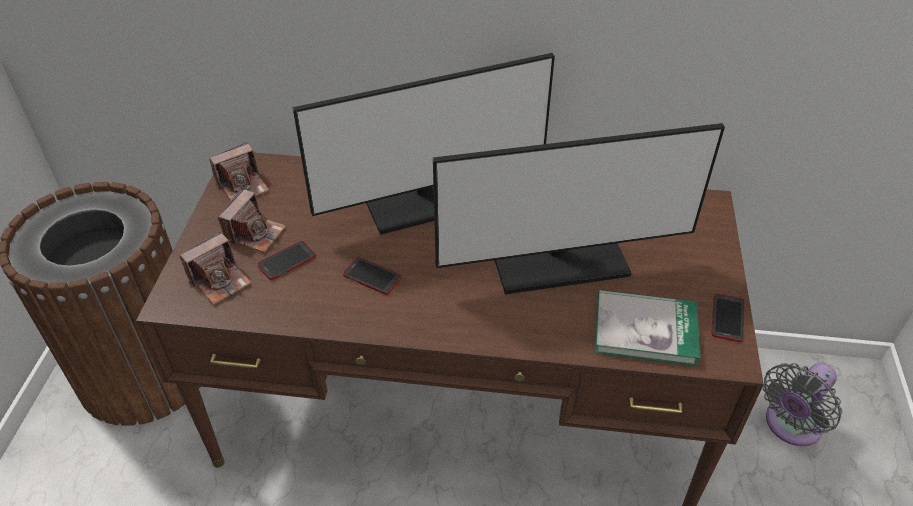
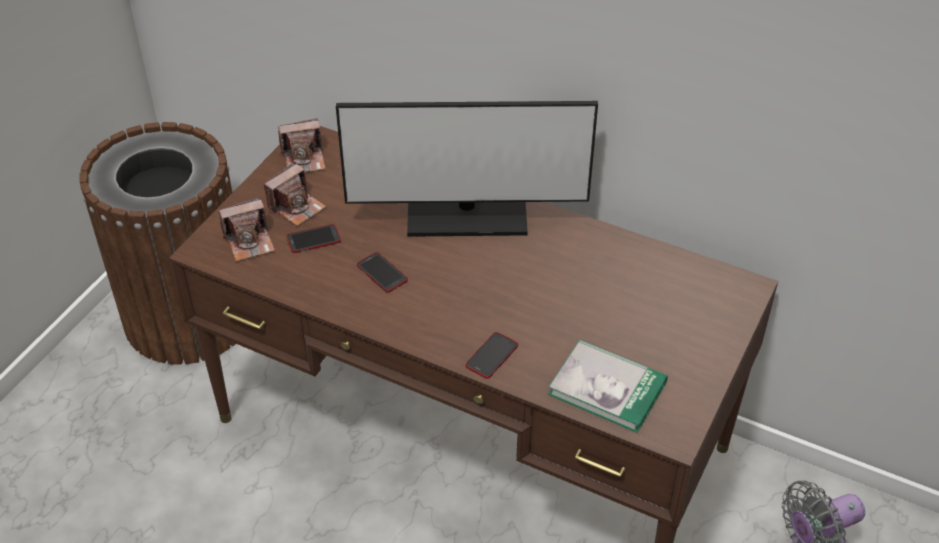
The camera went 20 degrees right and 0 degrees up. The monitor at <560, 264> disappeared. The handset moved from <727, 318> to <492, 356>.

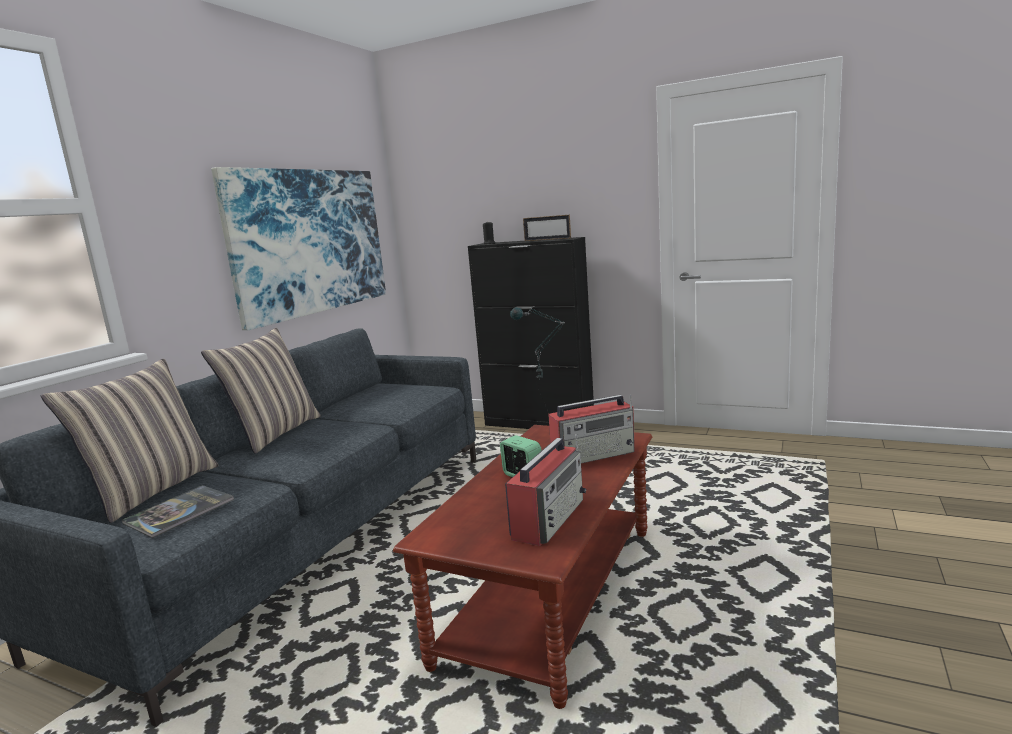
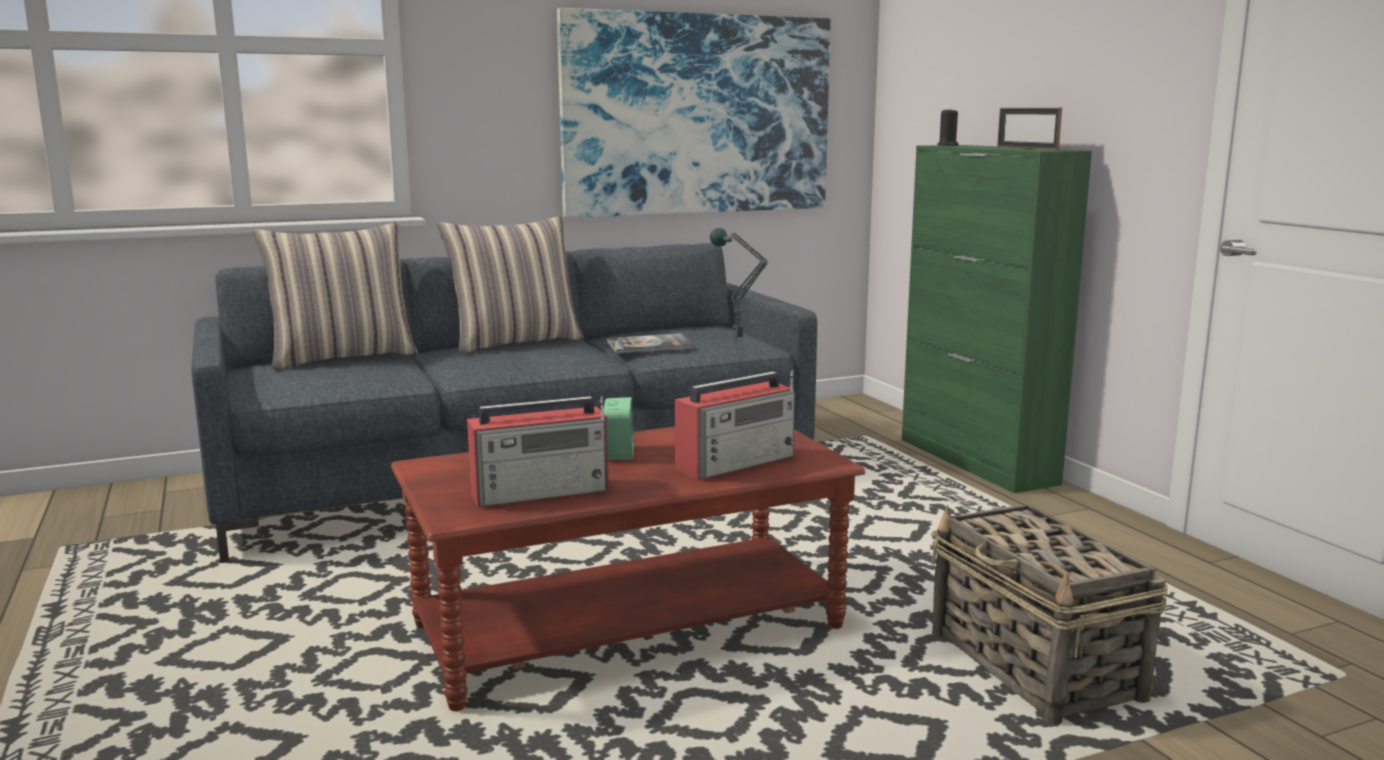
The camera went 40 degrees right and 0 degrees up. The cupboard in black-coloured at <539, 423> became the cupboard in greenish at <977, 461>. The radio receiver at <594, 455> turned 60 degrees counterclockwise. The book moved from <180, 512> to <649, 345>. The basket at <1035, 666> appeared.

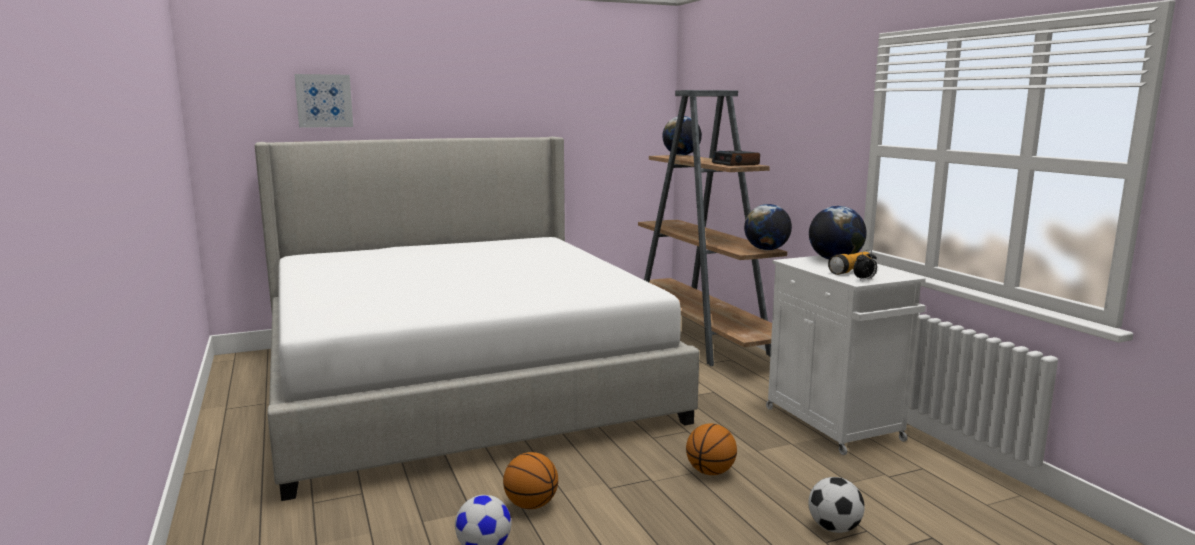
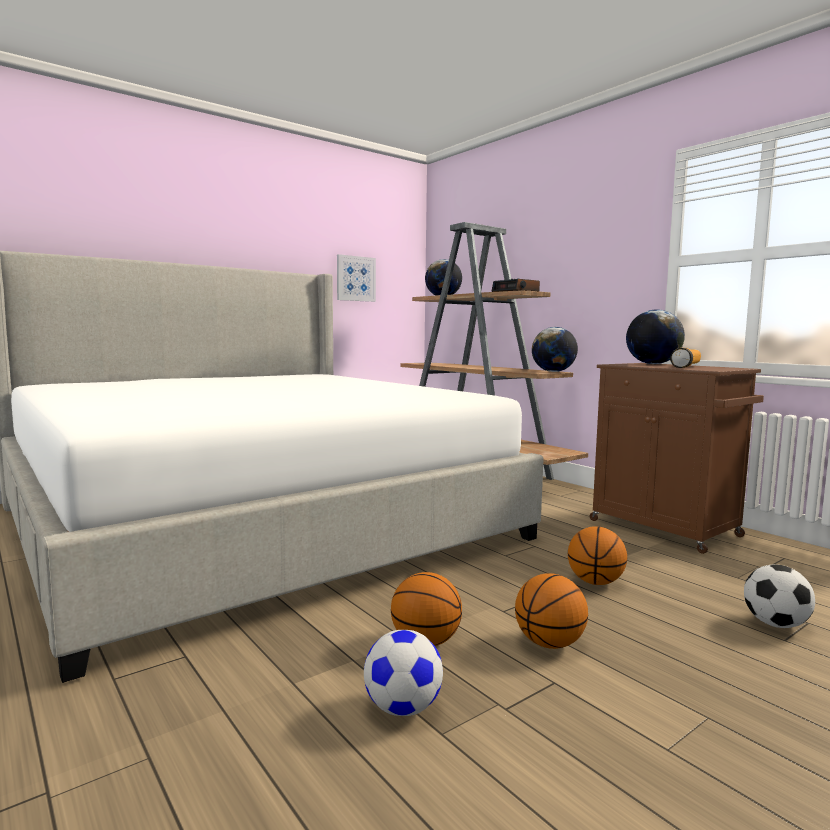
The camera went 15 degrees left and 5 degrees down. The wall picture moved from <324, 101> to <355, 278>. The table clock at <864, 279> disappeared. The cupboard in white-coloured at <835, 425> became the cupboard in brown-coloured at <666, 529>. The ball for basketball at <549, 643> appeared.

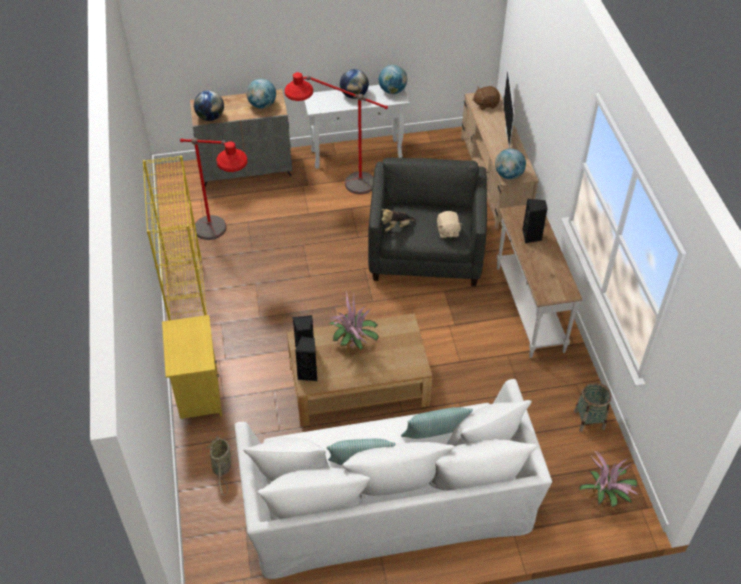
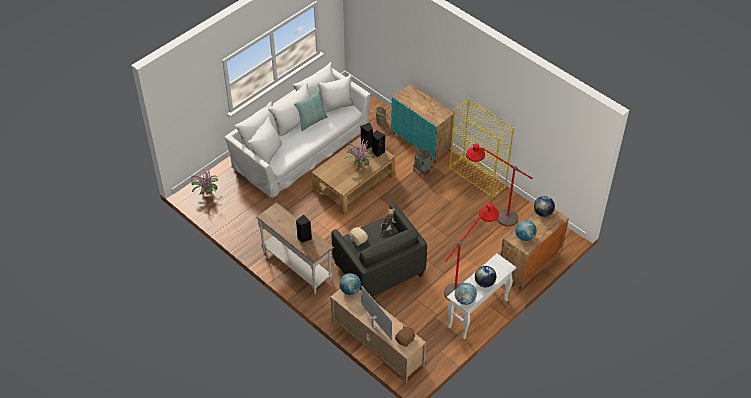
The camera went 145 degrees right and 0 degrees up. The nightstand in yellow at <198, 393> was replaced by the cupboard in turquoise-coloured at <421, 142>. The basket moved from <589, 420> to <422, 171>. The throw pillow at <434, 439> disappeared.

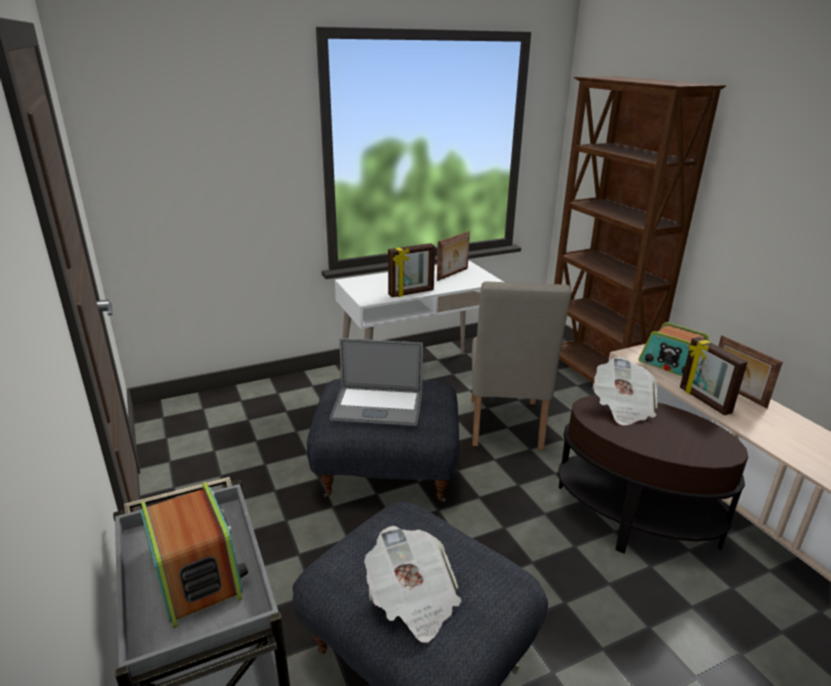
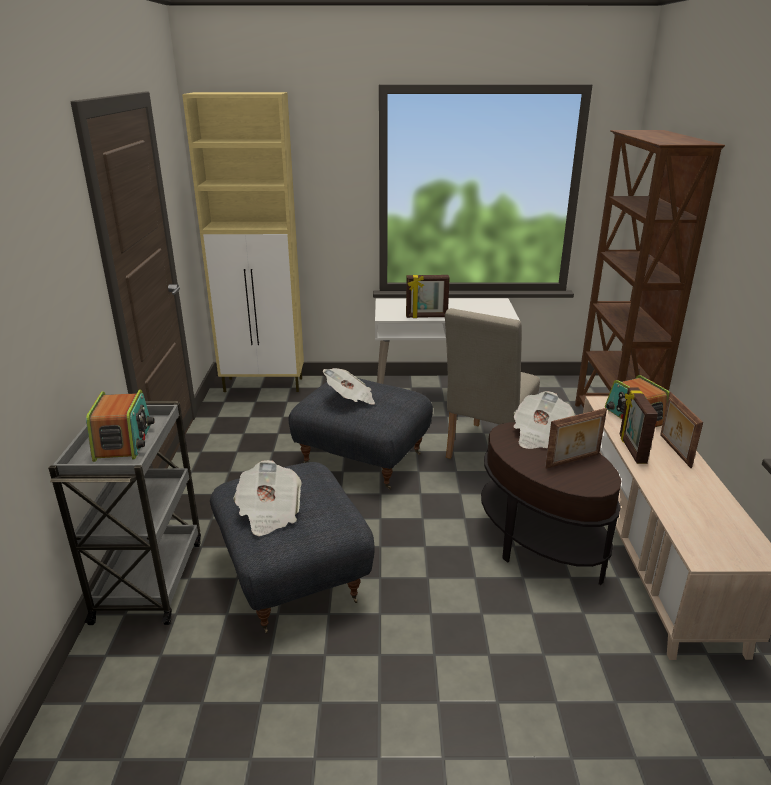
The camera went 25 degrees right and 0 degrees up. The photo frame moved from <453, 274> to <573, 461>. The notebook computer at <377, 406> was replaced by the daily paper at <350, 399>. The cupboard in beige-coloured at <264, 385> appeared.

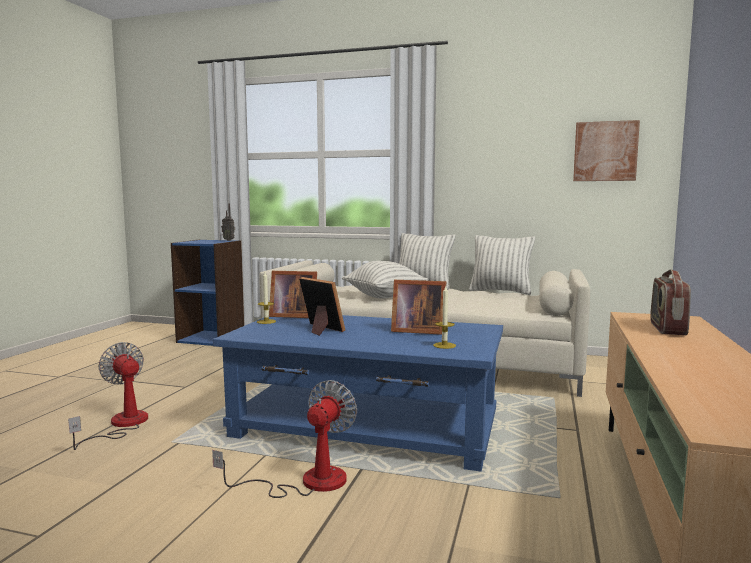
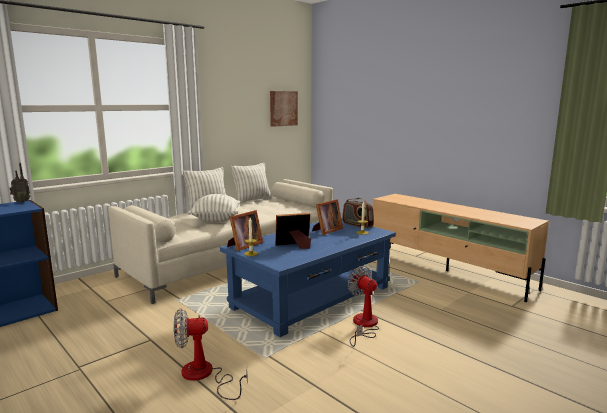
The camera went 60 degrees left and 5 degrees up. The radio receiver moved from <667, 329> to <357, 225>.

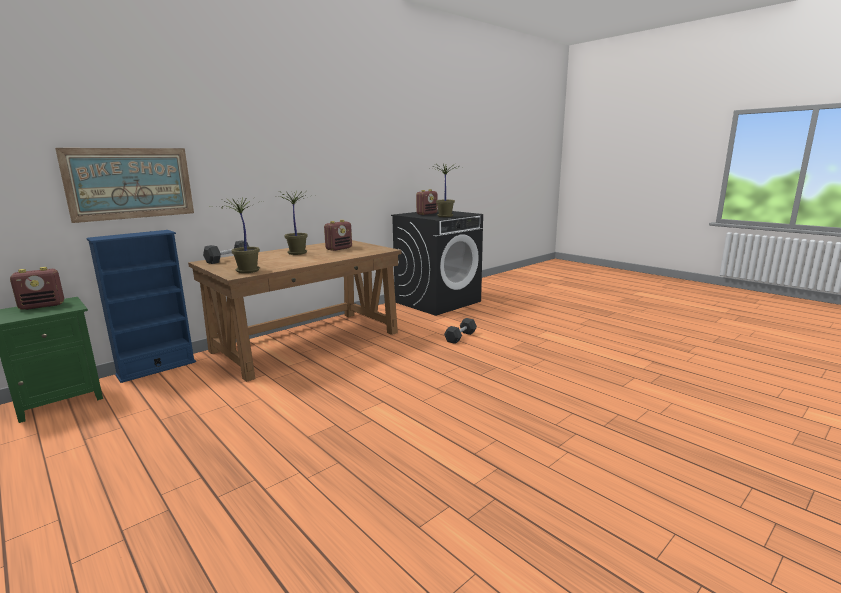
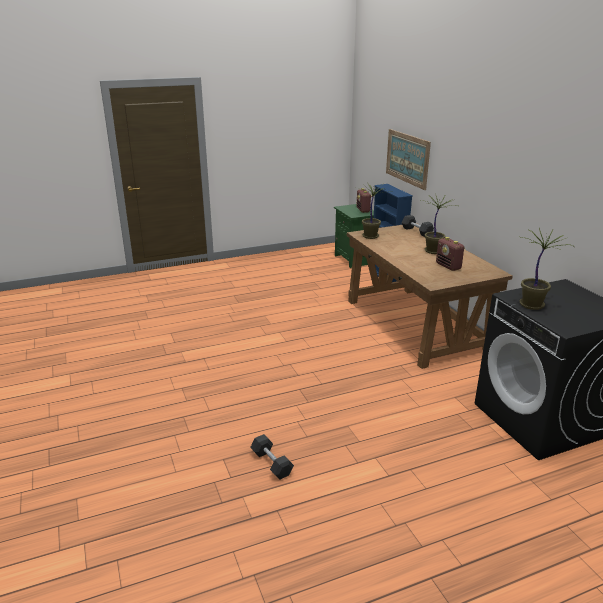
The camera went 110 degrees right and 10 degrees up. The radio receiver at <427, 214> disappeared. The hand weight in black-coloured moved from <460, 337> to <271, 463>.

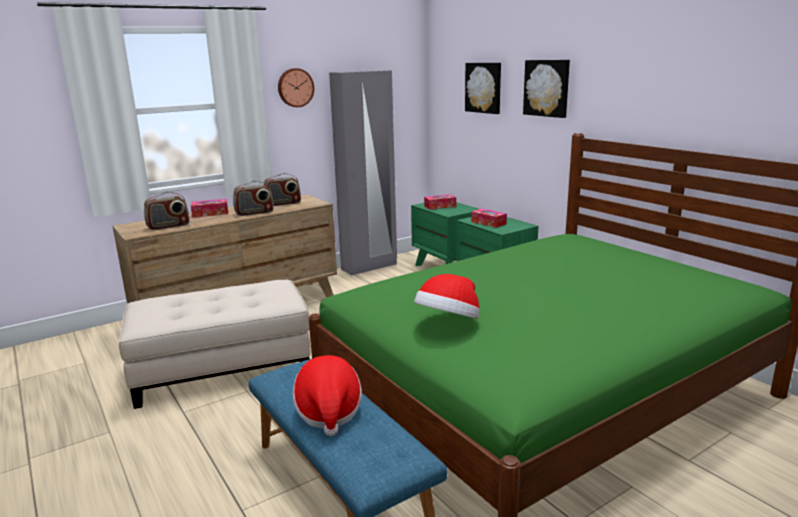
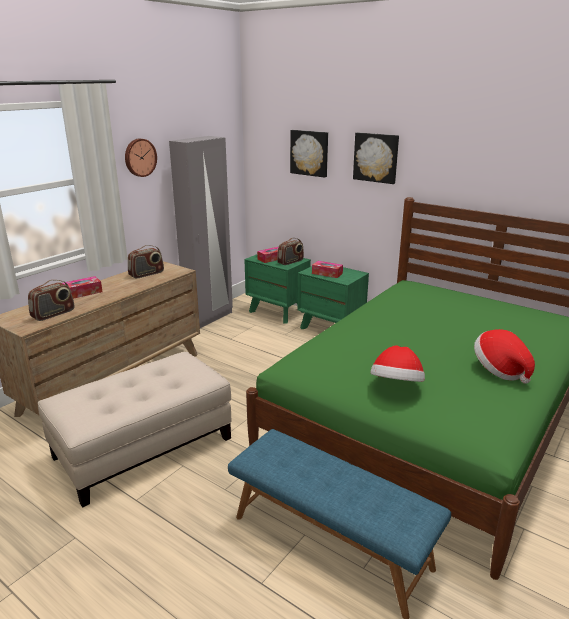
The camera went 20 degrees left and 5 degrees up. The radio receiver moved from <254, 213> to <290, 262>. The clothing hat moved from <328, 412> to <499, 370>.

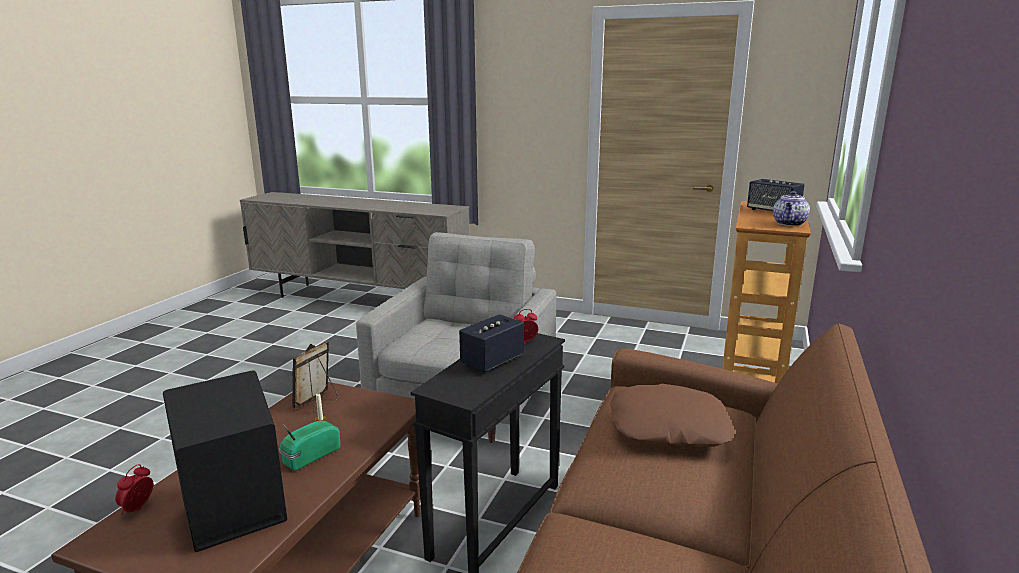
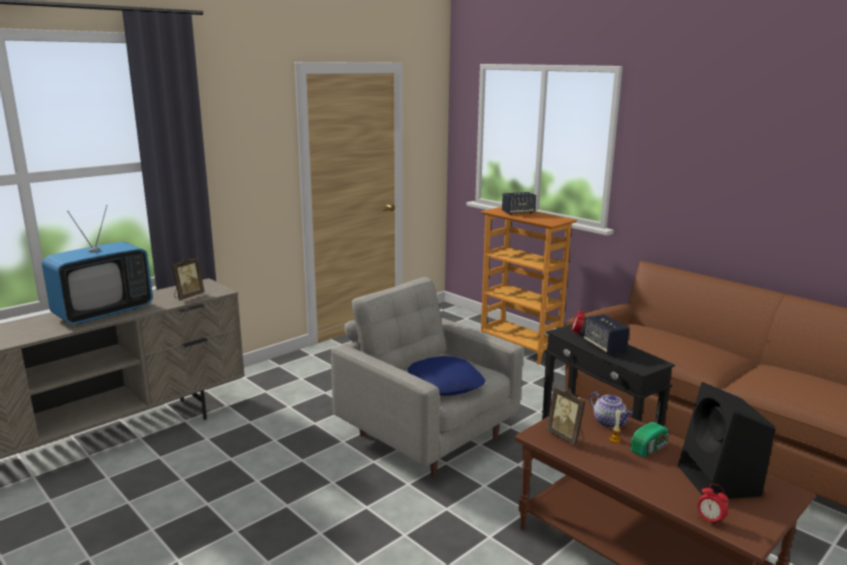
The camera went 65 degrees left and 0 degrees up. The tea pot moved from <789, 224> to <609, 422>. The throw pillow in brown-coloured at <668, 427> disappeared. The radio receiver at <309, 456> turned 105 degrees counterclockwise. The TV at <103, 312> appeared. The photo frame at <188, 296> appeared. The throw pillow in blue at <446, 383> appeared.

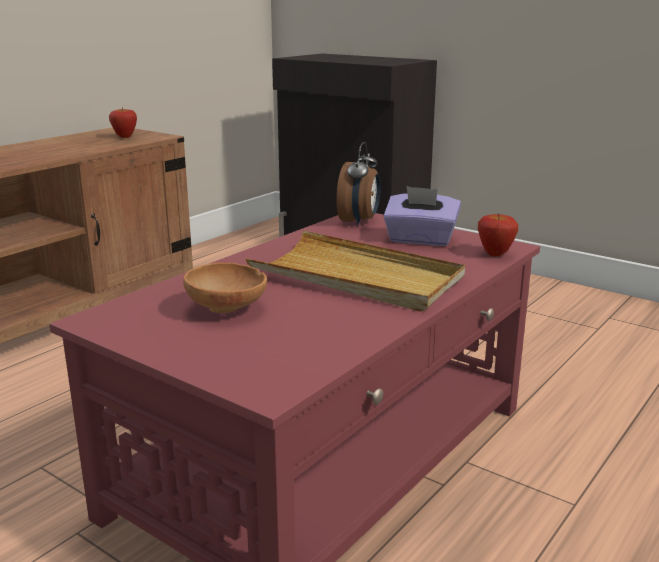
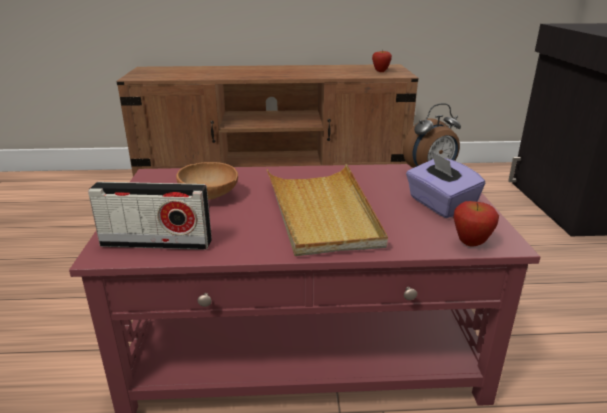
The camera went 50 degrees right and 5 degrees up. The radio receiver at <156, 243> appeared.

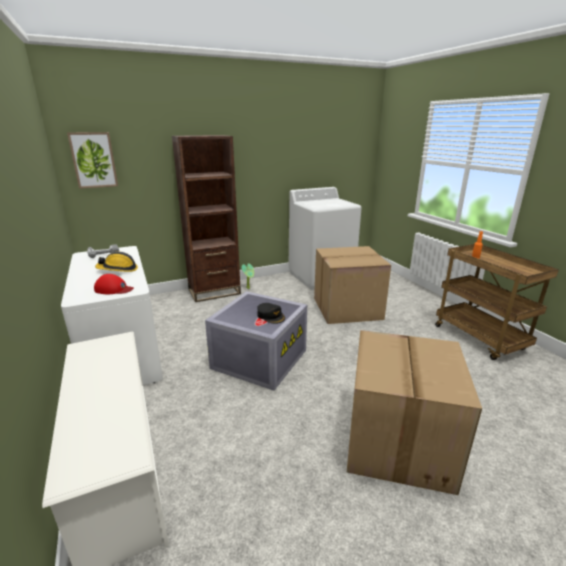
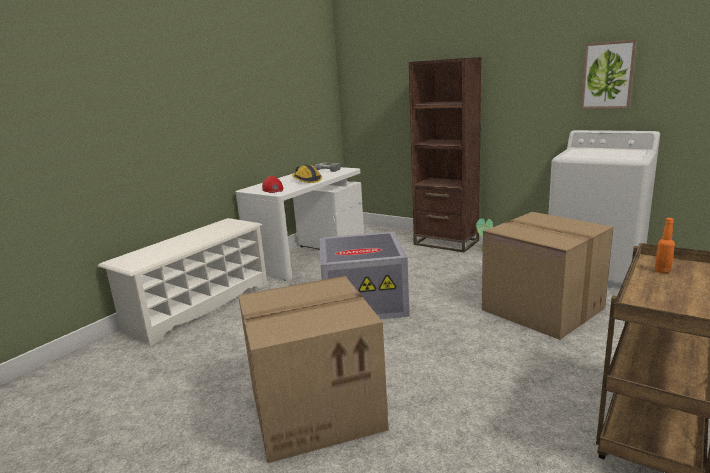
The camera went 60 degrees right and 5 degrees down. The wall picture moved from <93, 160> to <607, 75>. The cap in black-coloured at <271, 316> disappeared.

